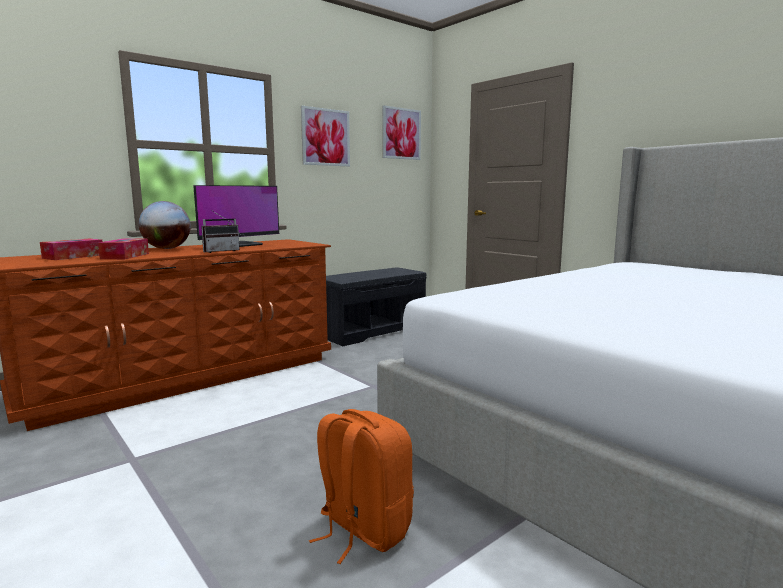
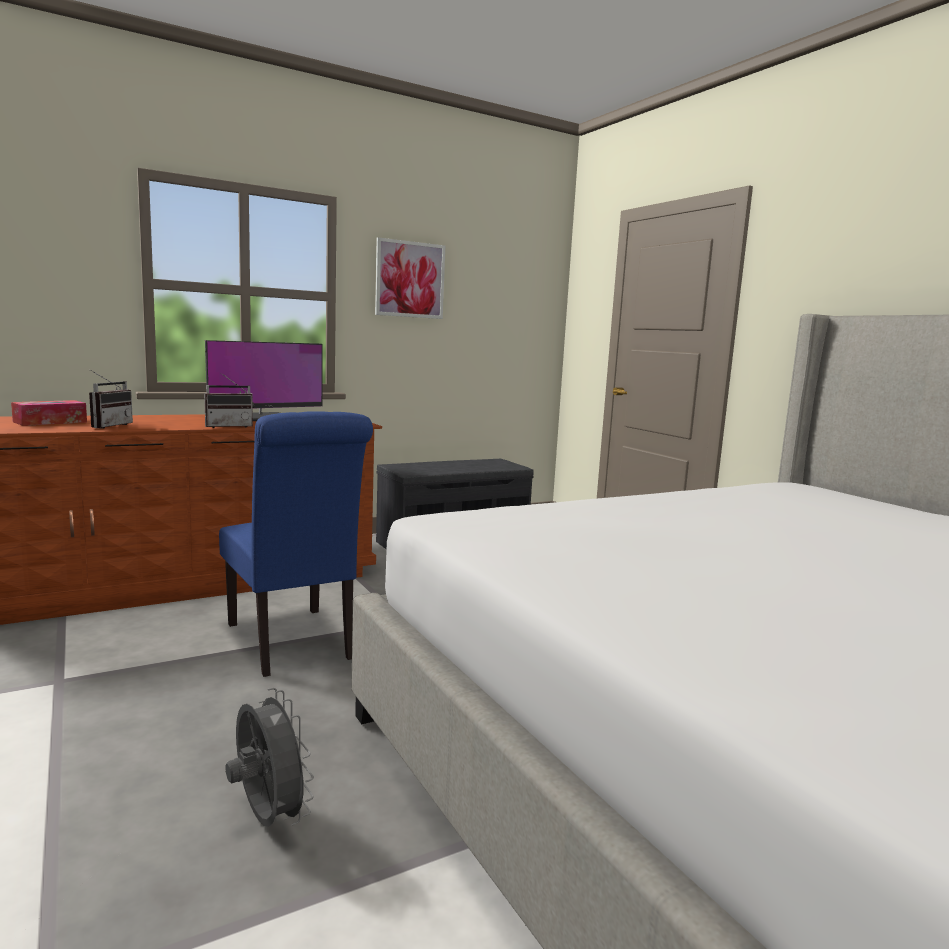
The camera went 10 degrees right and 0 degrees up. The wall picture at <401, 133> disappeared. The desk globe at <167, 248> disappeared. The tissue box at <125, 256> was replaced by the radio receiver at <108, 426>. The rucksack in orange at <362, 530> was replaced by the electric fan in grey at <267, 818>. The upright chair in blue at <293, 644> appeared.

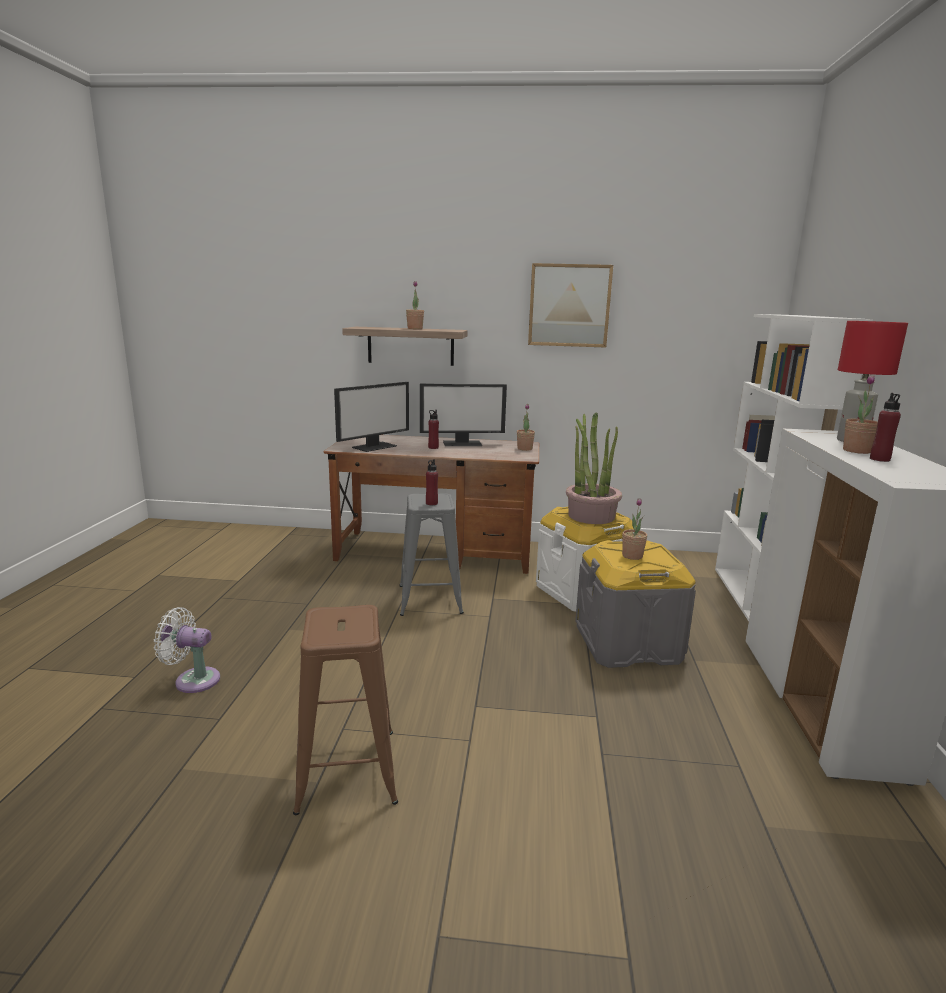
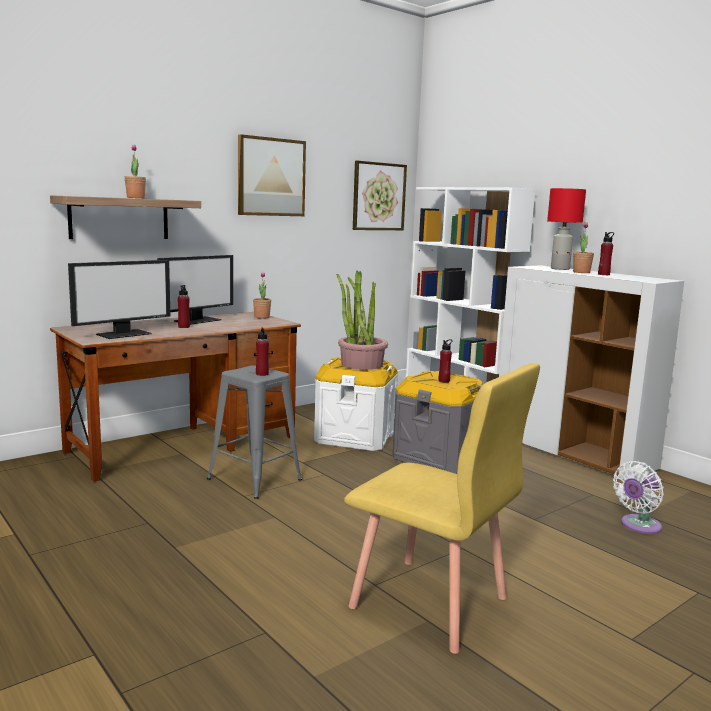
The camera went 45 degrees left and 5 degrees down. The monitor at <374, 446> turned 45 degrees clockwise. The plant in a pot at <632, 556> was replaced by the beverage bottle in reddish at <444, 380>. The stool in brown-coloured at <347, 769> was replaced by the upright chair in yellow at <430, 603>. The electric fan in white-coloured moved from <193, 680> to <638, 526>. The wall picture at <378, 196> appeared.

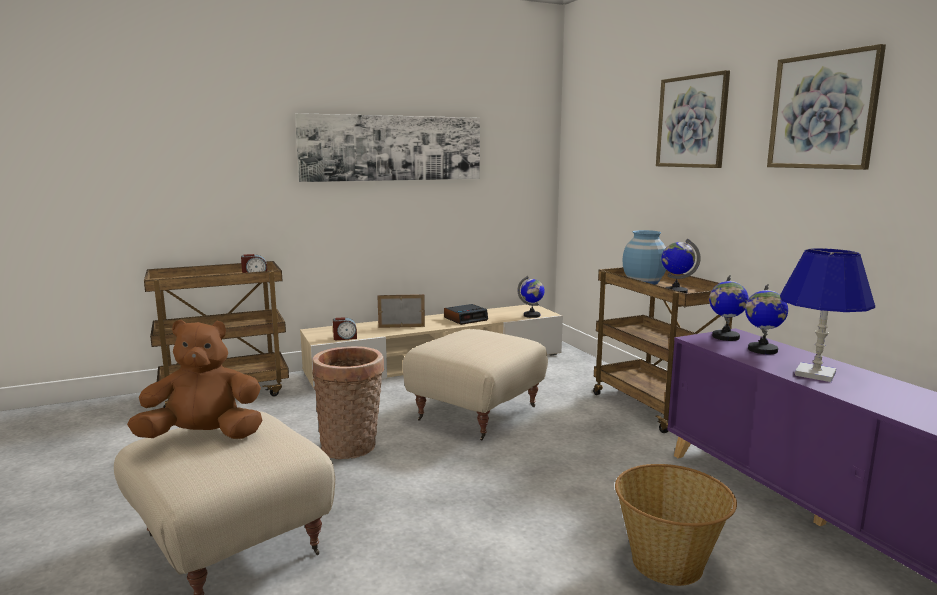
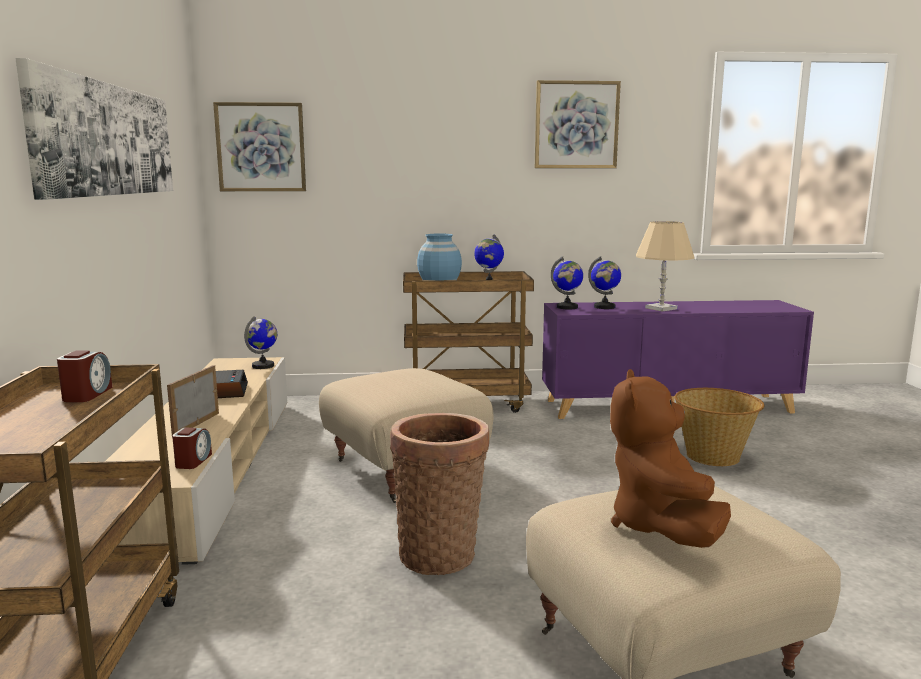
The camera went 70 degrees left and 0 degrees up. The wall picture moved from <692, 122> to <261, 147>. The lamp for a table in blue at <815, 374> became the lamp for a table in beige-coloured at <661, 308>.

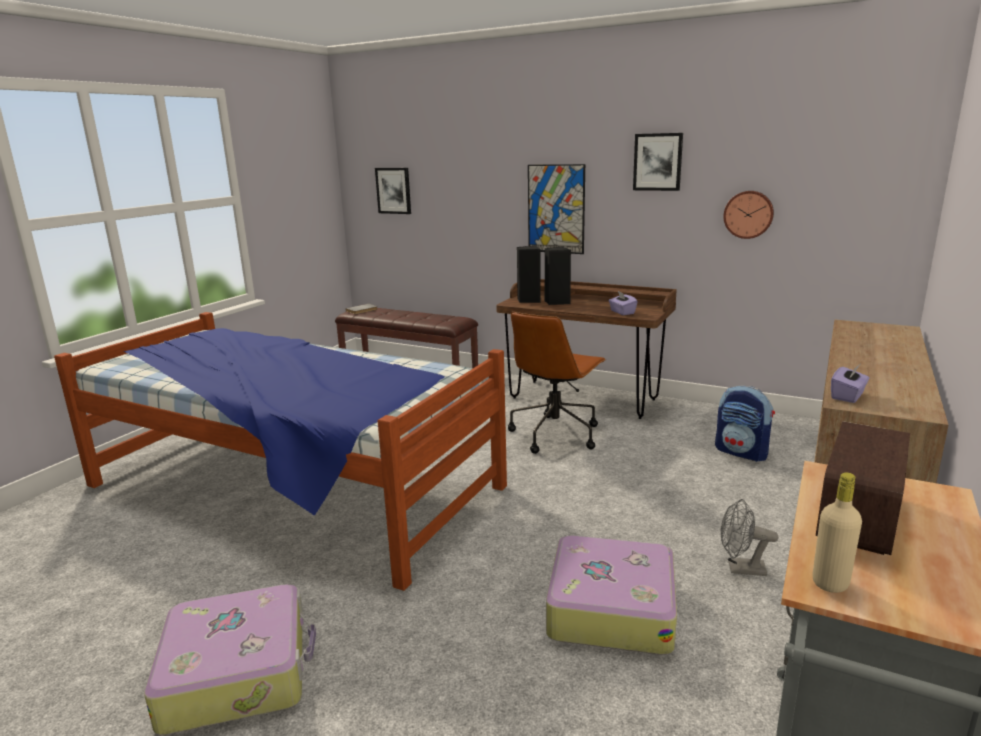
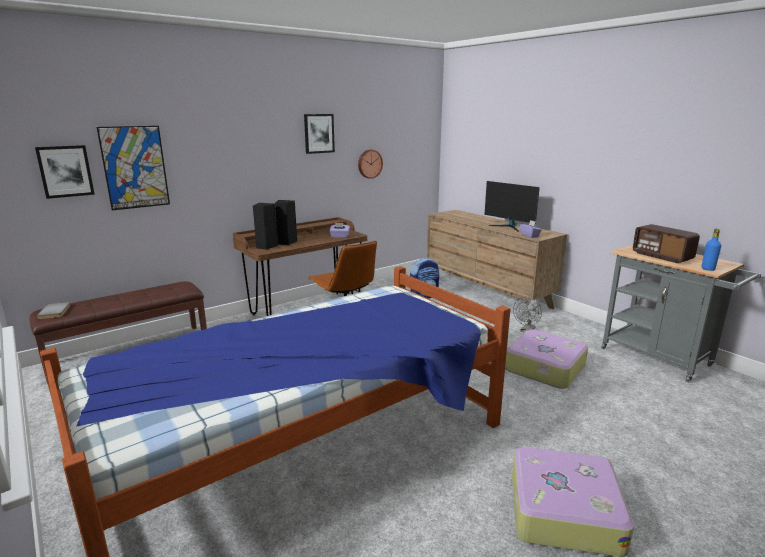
The camera went 65 degrees left and 0 degrees up. The wall picture moved from <556, 209> to <135, 167>. The beverage bottle in beige-coloured at <830, 583> became the beverage bottle in blue at <708, 269>. The monitor at <509, 227> appeared.

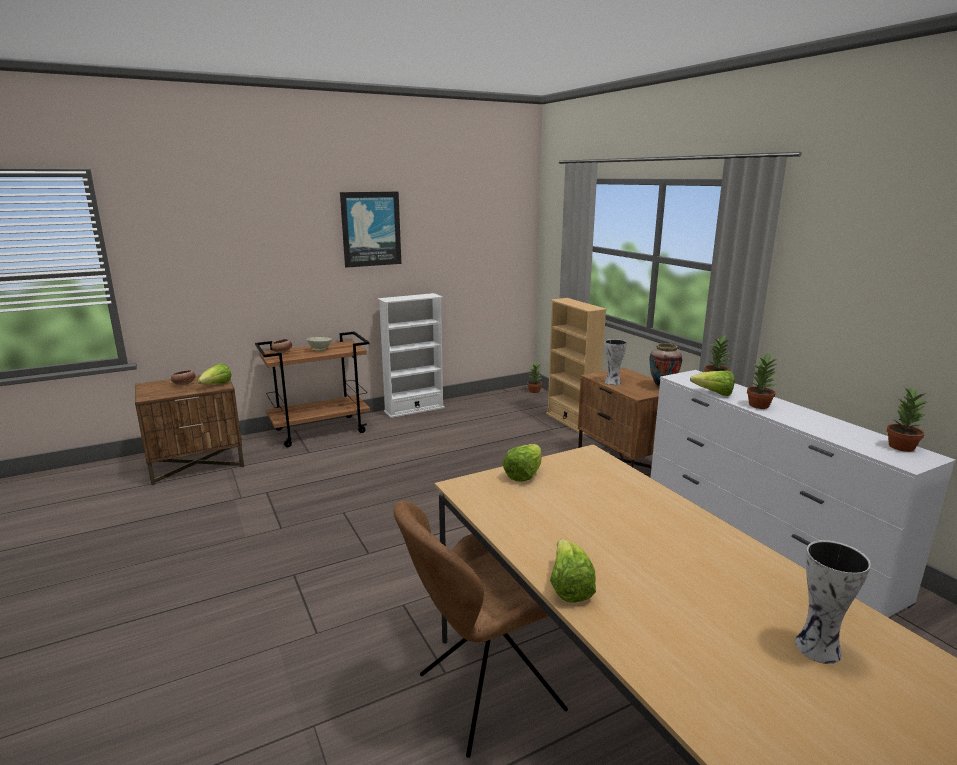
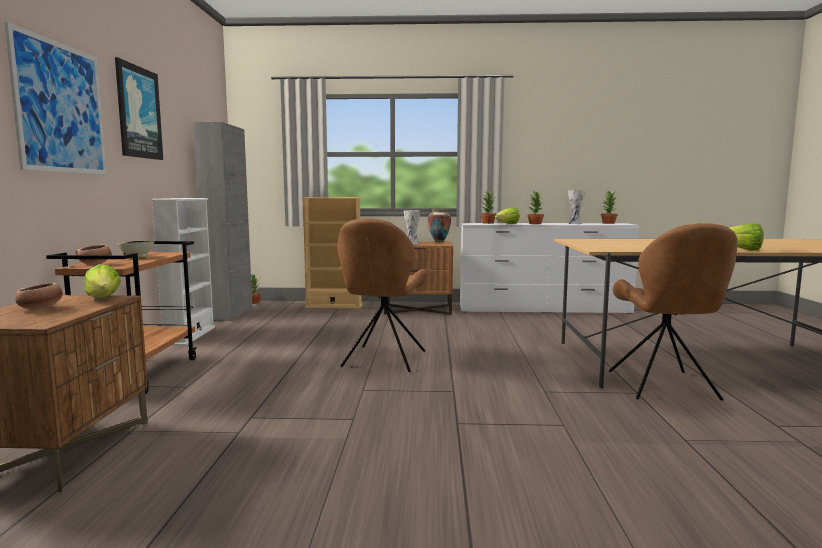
The camera went 60 degrees left and 10 degrees down. The lettuce head at <524, 474> disappeared. The flower vase moved from <819, 649> to <575, 223>. The wall picture at <60, 108> appeared. The cupboard in grey at <230, 314> appeared. The upright chair in brown-coloured at <383, 360> appeared.

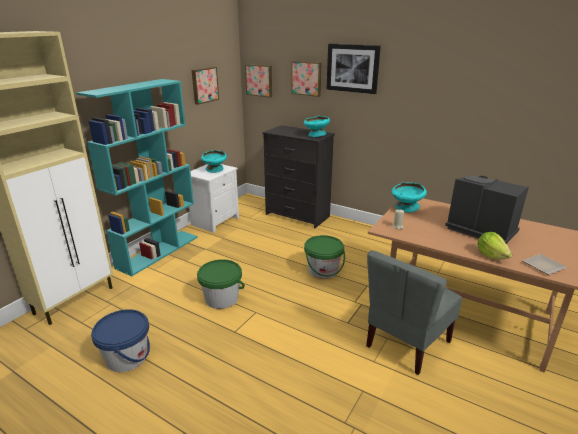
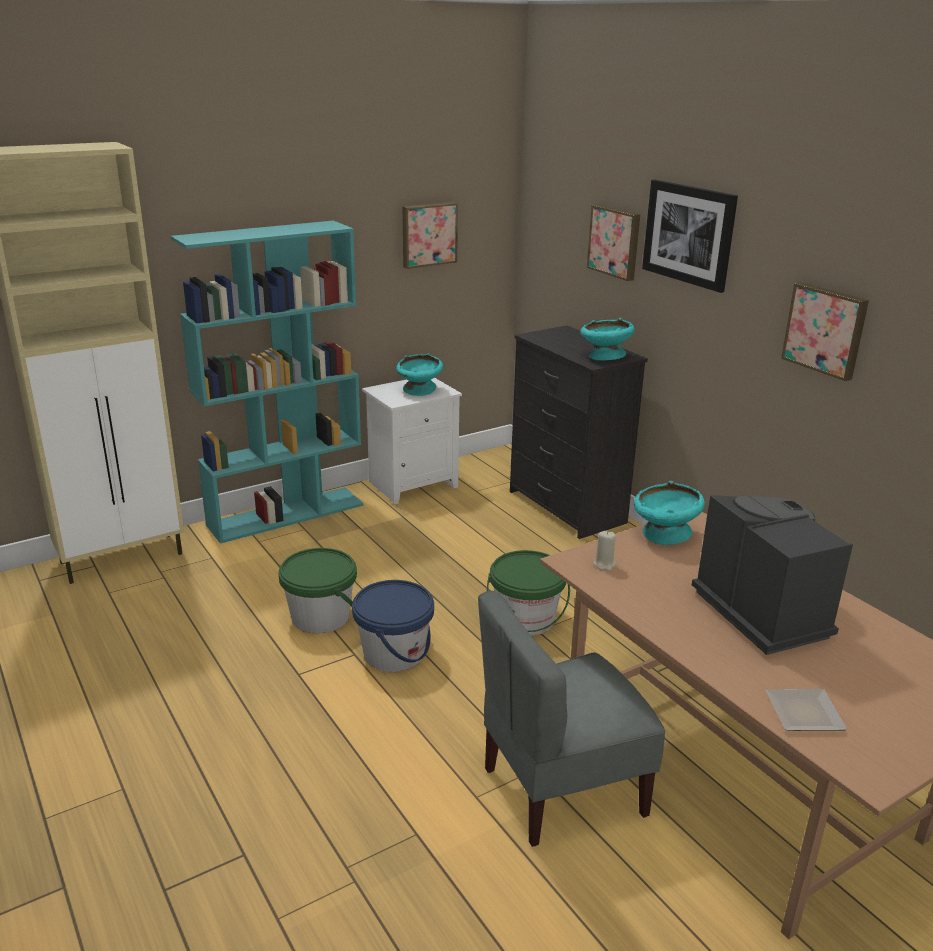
The camera went 25 degrees right and 0 degrees up. The wall picture moved from <259, 80> to <826, 330>. The lettuce head at <491, 255> disappeared. The pail in blue moved from <127, 357> to <394, 653>.

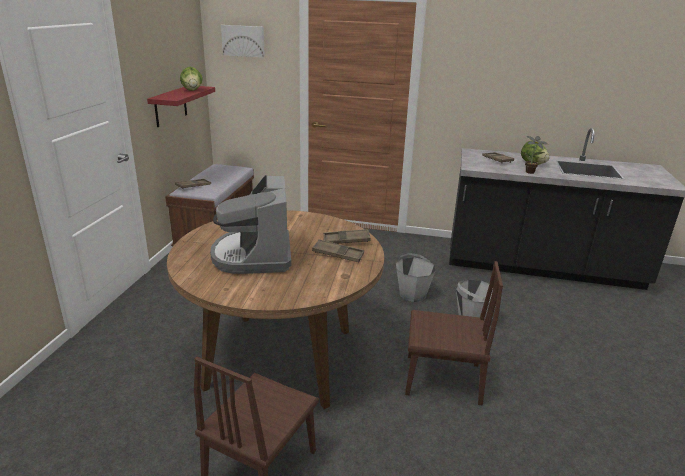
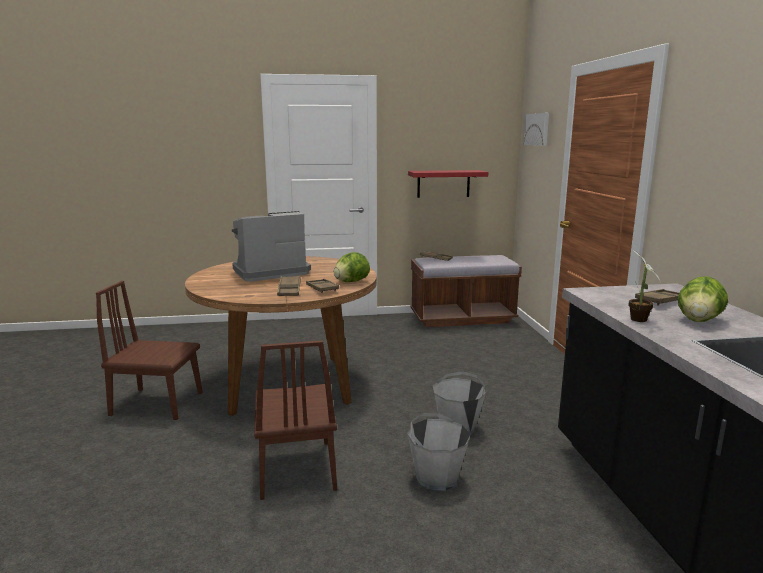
The camera went 70 degrees right and 10 degrees down. The lettuce head moved from <192, 90> to <351, 282>.

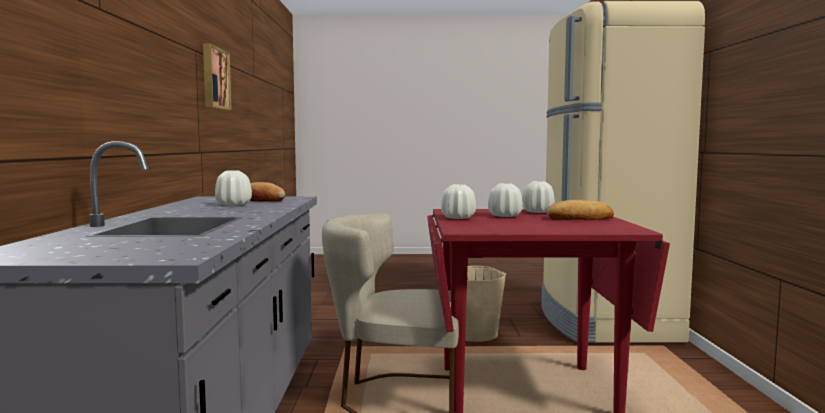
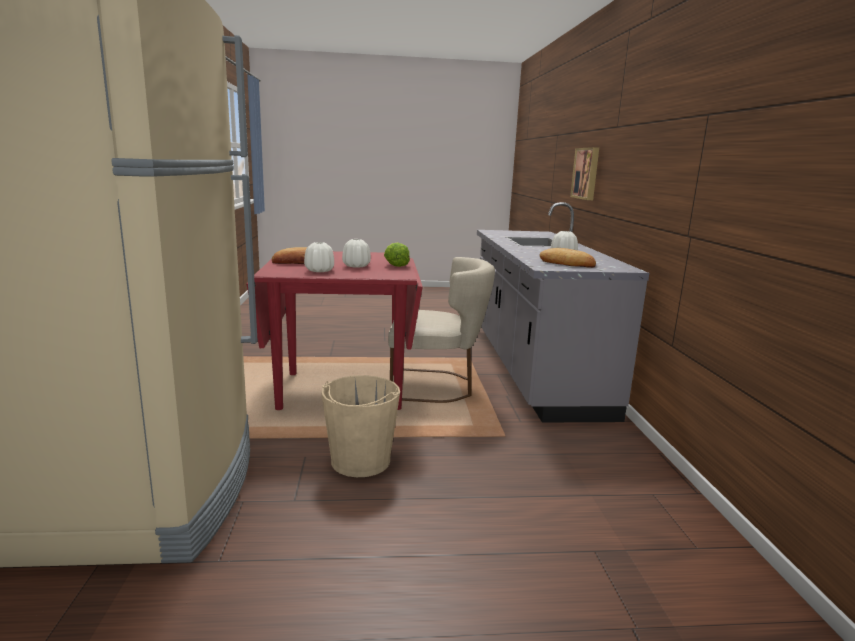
The camera went 175 degrees right and 10 degrees up. The wall picture moved from <214, 78> to <587, 173>. The flower vase in white-coloured at <458, 218> was replaced by the lettuce head at <395, 264>.

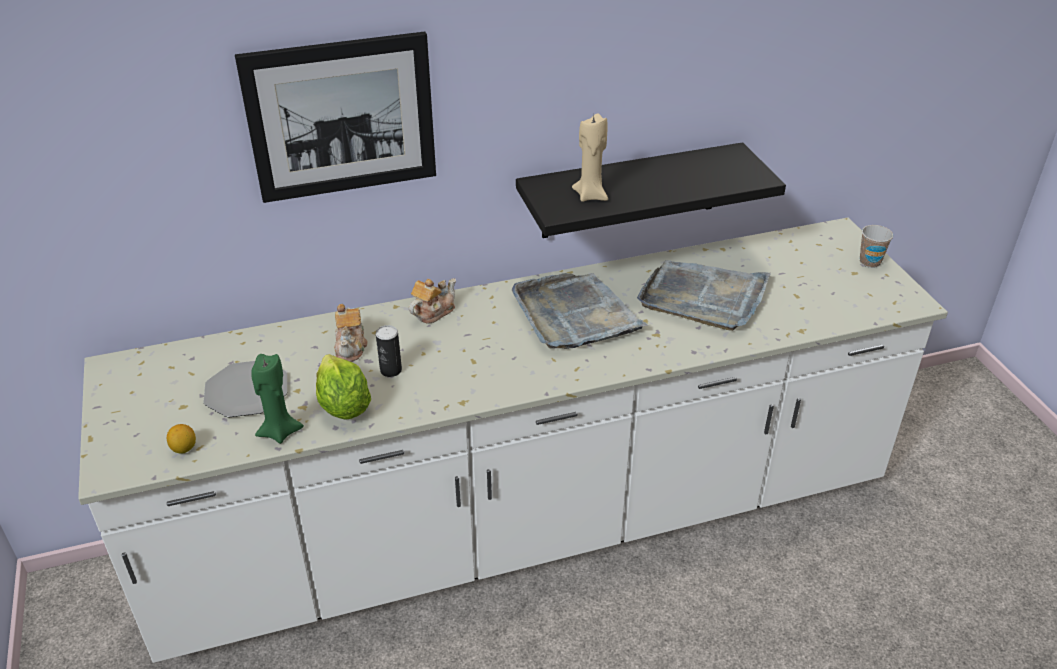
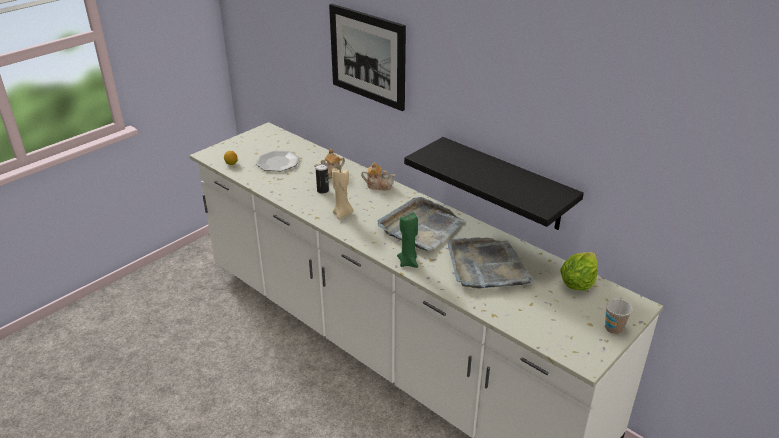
The camera went 60 degrees right and 5 degrees down. The wax candle in beige-coloured moved from <590, 195> to <342, 214>. The wax candle in greenish moved from <279, 432> to <408, 262>. The lettuce head moved from <343, 406> to <577, 283>.

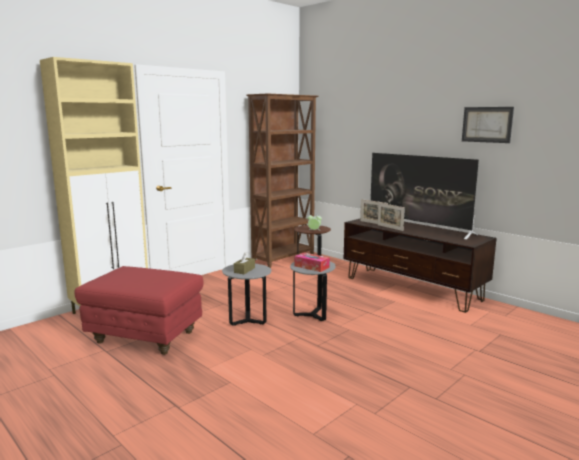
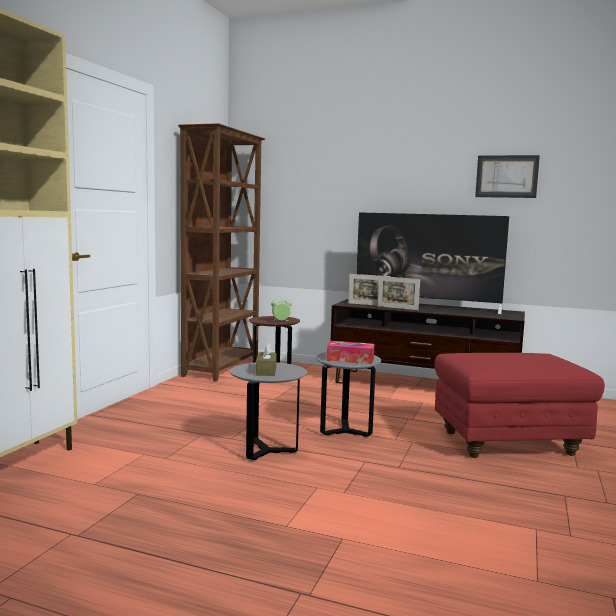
The camera went 25 degrees left and 5 degrees down. The pouffe in reddish moved from <146, 337> to <508, 443>.

